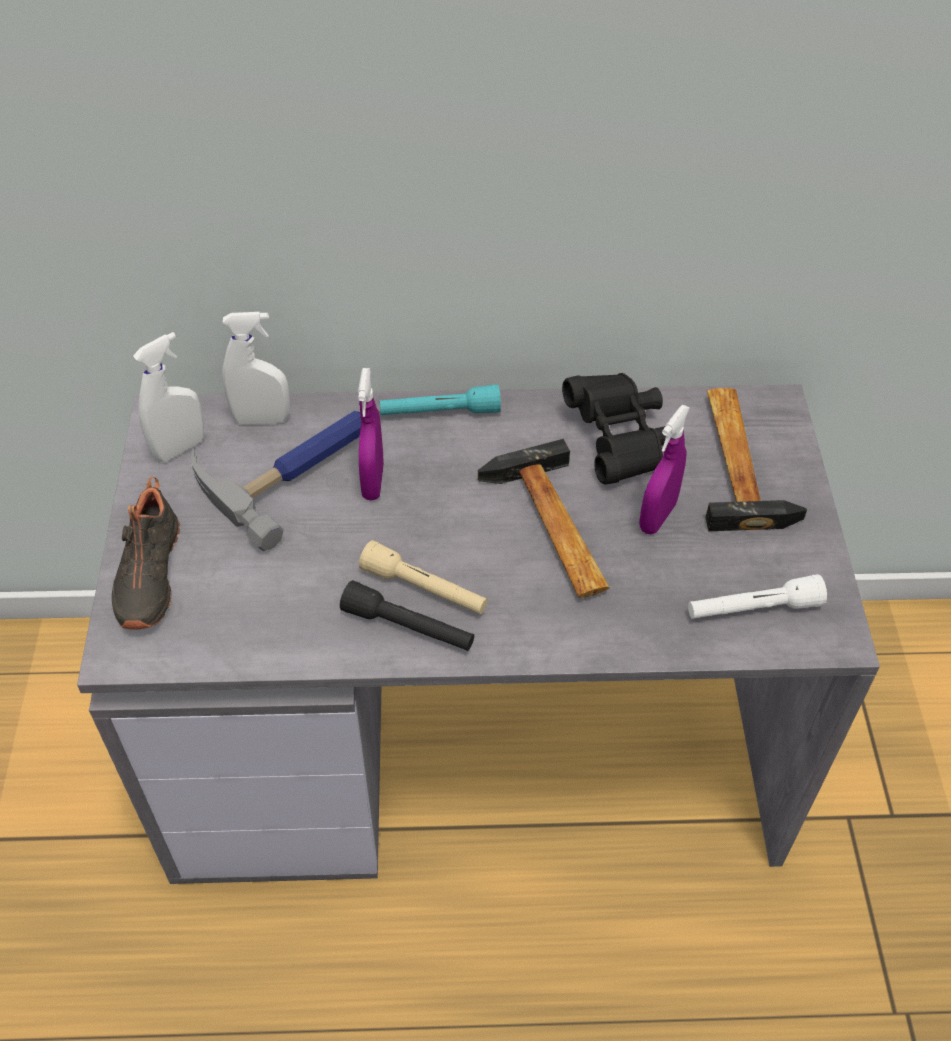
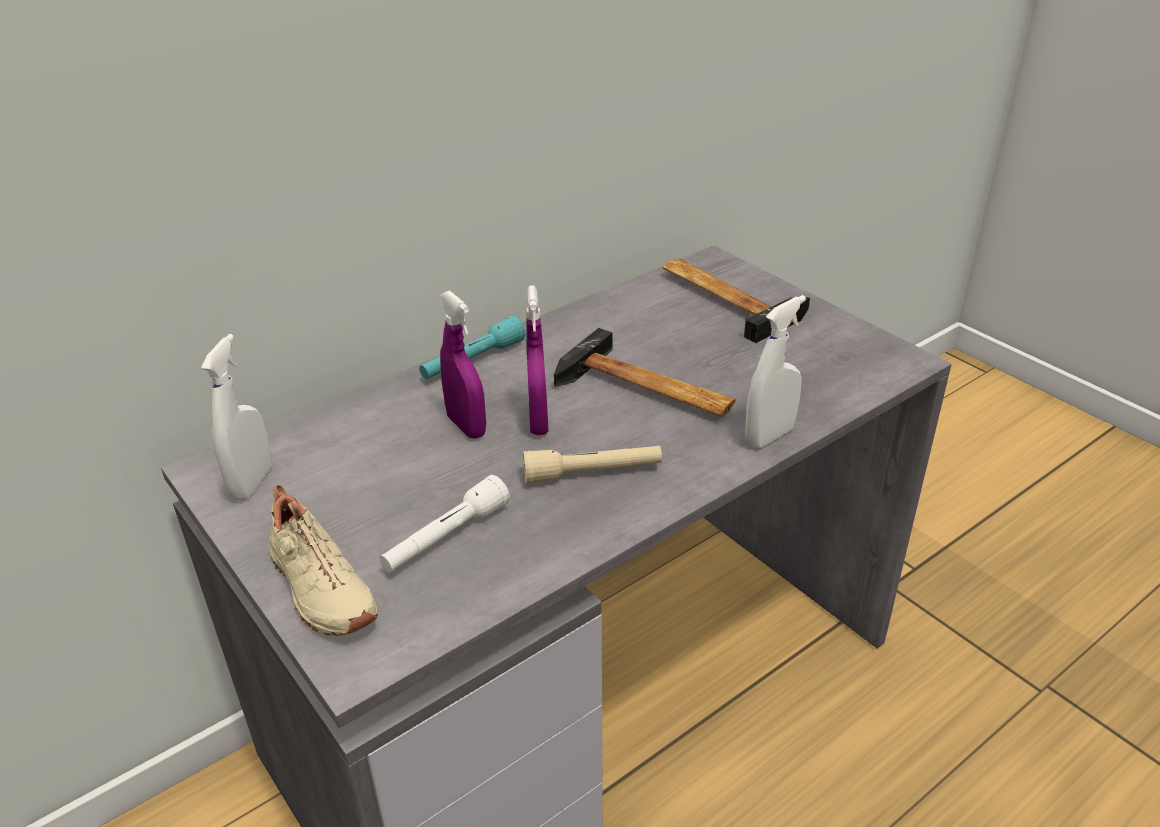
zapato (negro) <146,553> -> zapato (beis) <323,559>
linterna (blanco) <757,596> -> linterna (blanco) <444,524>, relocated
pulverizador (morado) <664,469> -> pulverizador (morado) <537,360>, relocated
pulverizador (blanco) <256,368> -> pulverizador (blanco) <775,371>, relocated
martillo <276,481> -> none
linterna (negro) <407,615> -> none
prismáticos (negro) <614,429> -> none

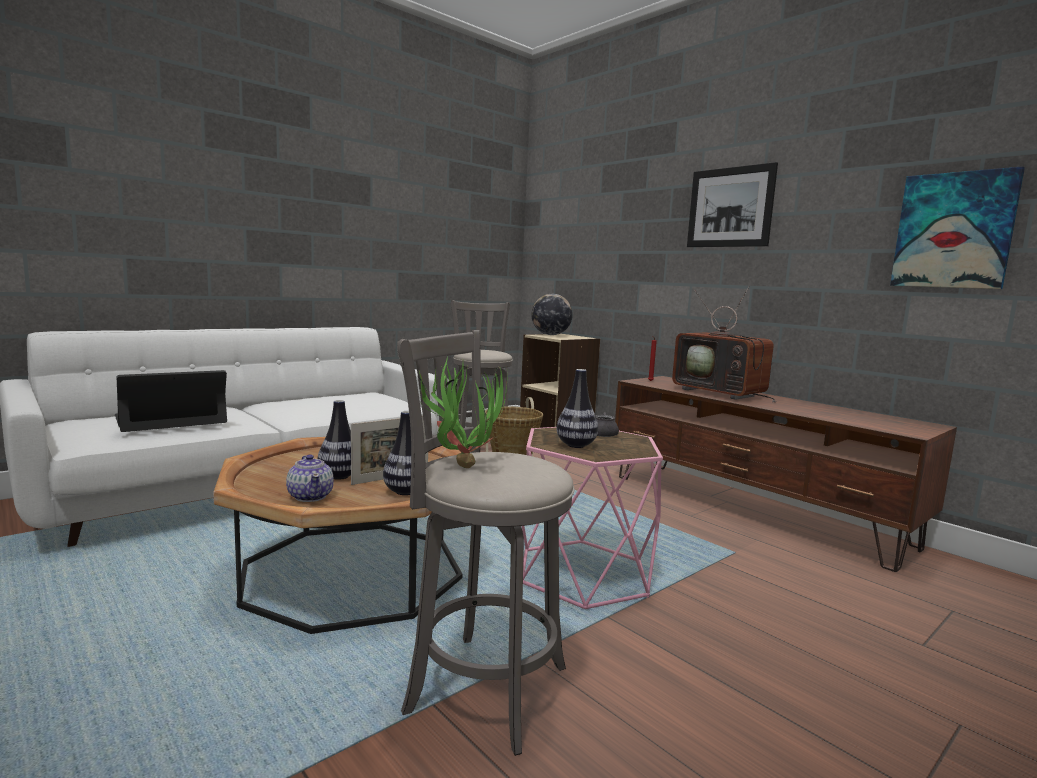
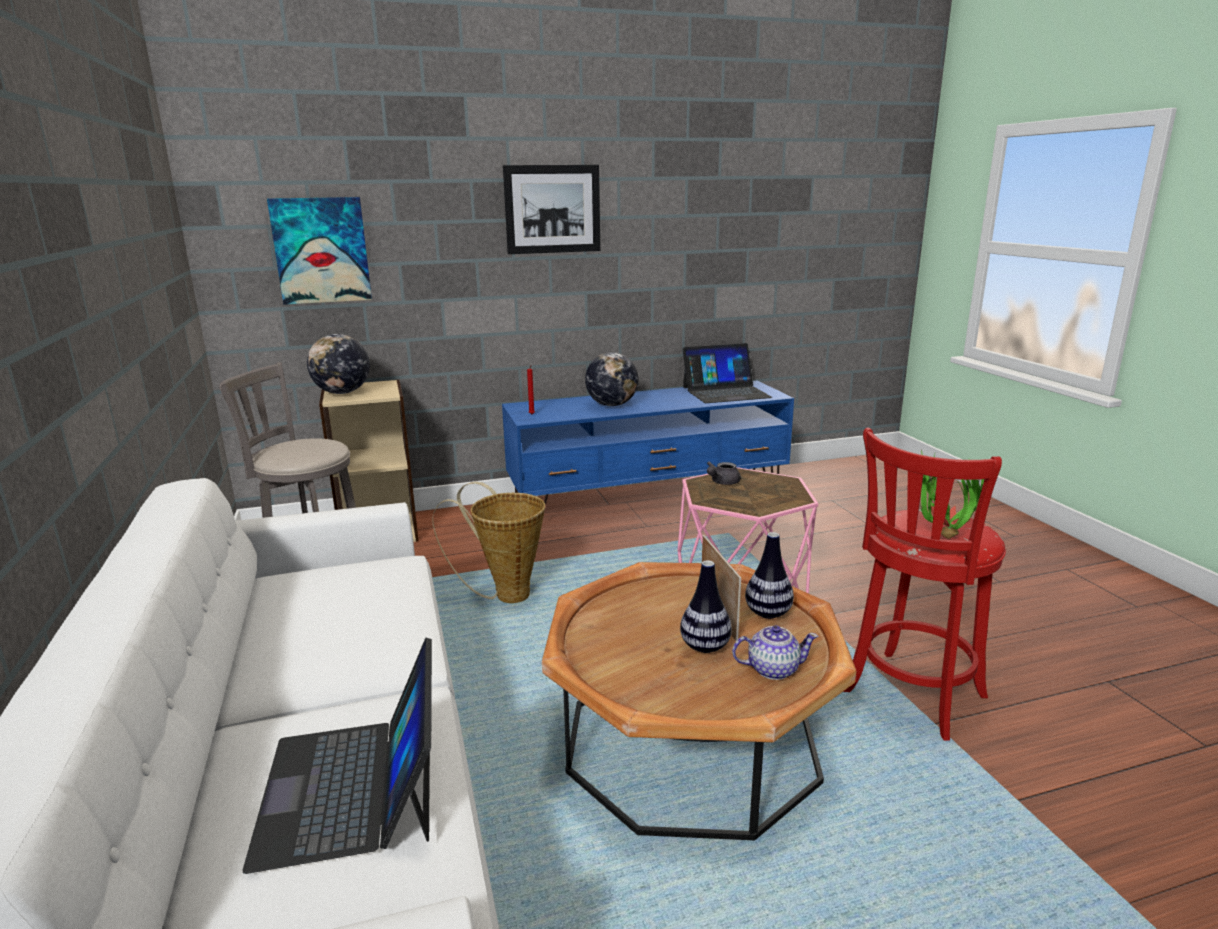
cuadro <957,227> -> cuadro <319,251>, relocated
mueble de televisión (marrón) <786,474> -> mueble de televisión (azul) <648,443>
televisor <724,344> -> globo terráqueo <612,379>
none -> portátil <727,373>
taburete (gris) <485,543> -> taburete (rojo) <924,584>
florero <577,408> -> none

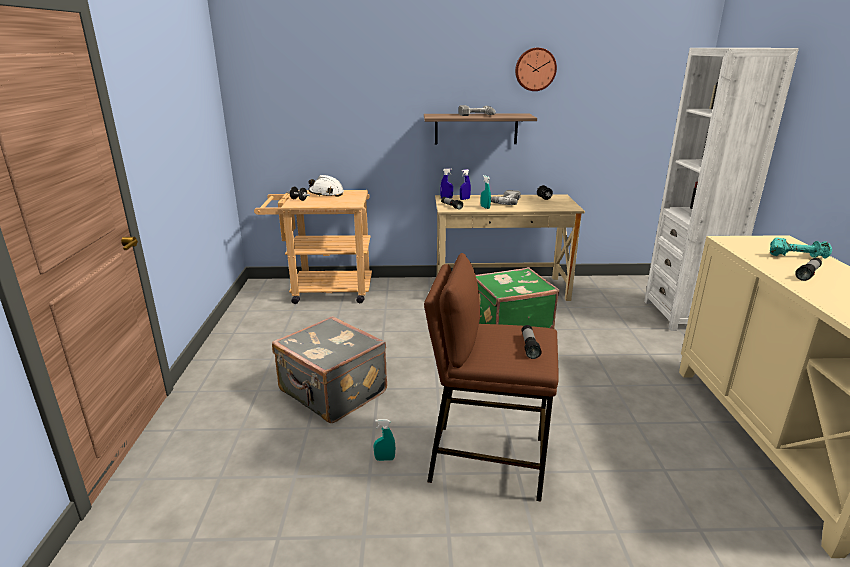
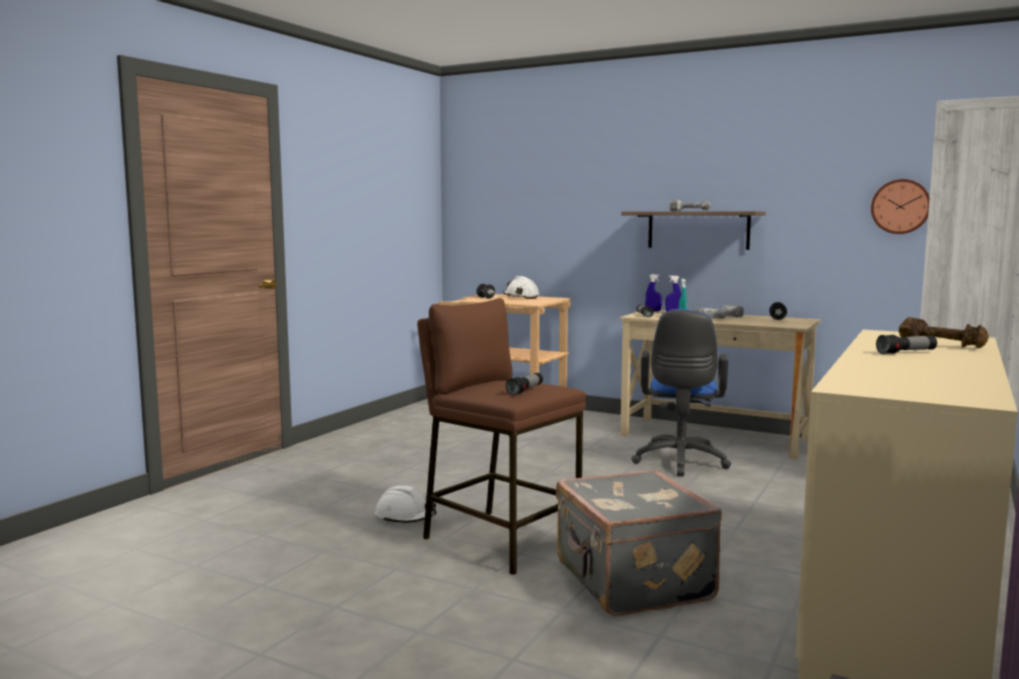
pulverizador (turquesa) <384,440> -> casco (blanco) <406,504>
maleta (gris) <329,369> -> maleta (gris) <639,543>, relocated
maleta (verde) <517,298> -> silla de oficina (azul) <681,392>
reloj de pared <536,69> -> reloj de pared <900,206>, relocated
mancuerna (turquesa) <801,248> -> mancuerna (marrón) <943,332>

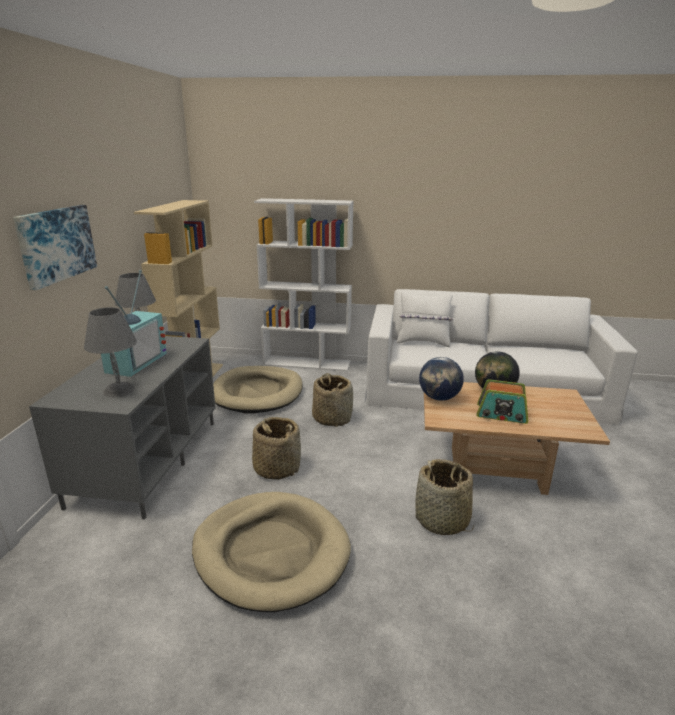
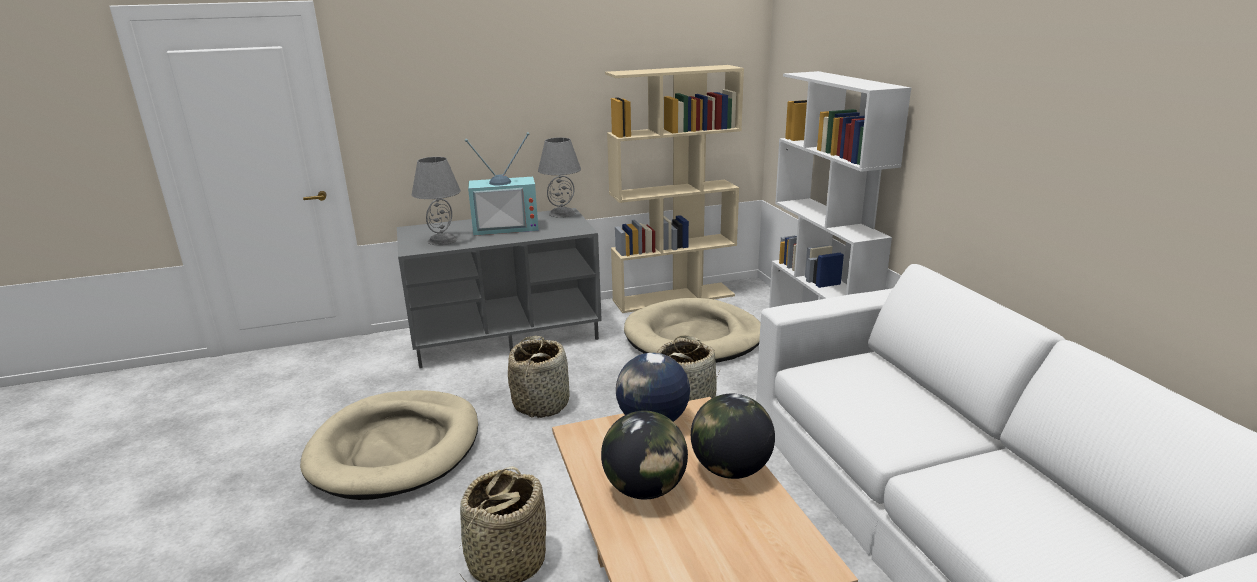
radio <502,401> -> globo terráqueo <644,455>
cuadro <55,247> -> none
cojín (blanco) <424,319> -> none

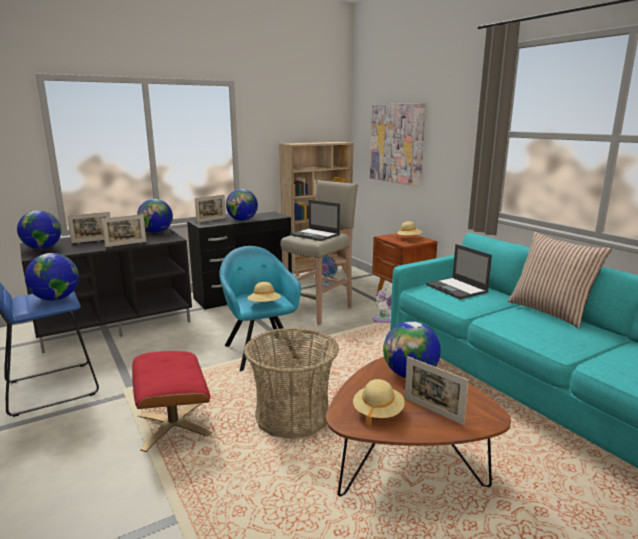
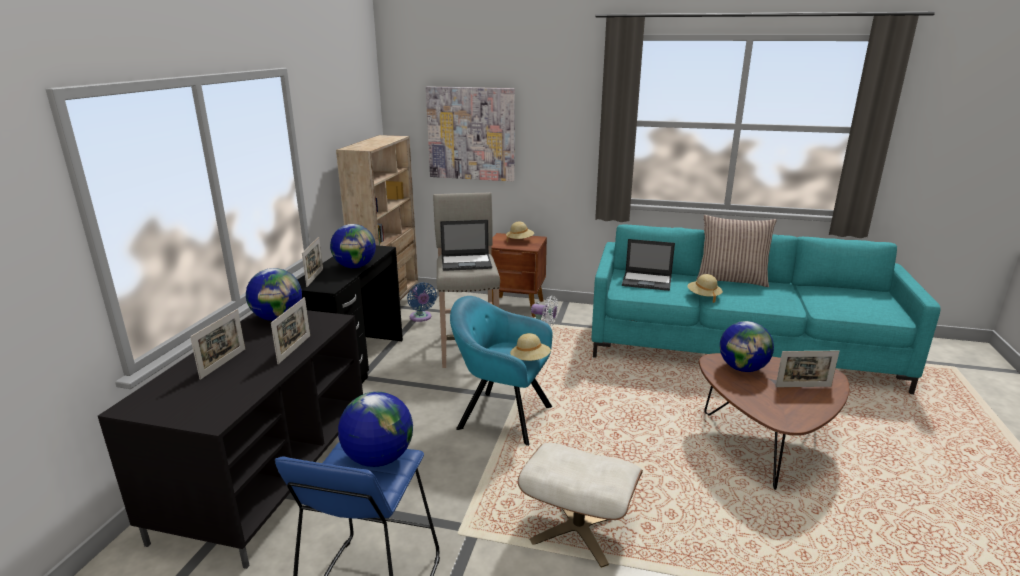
puf (rojo) <172,401> -> puf (beis) <580,505>
sombrero (beis) <379,403> -> sombrero (beis) <705,288>, relocated
globo terráqueo <39,229> -> none
cesta <291,383> -> none

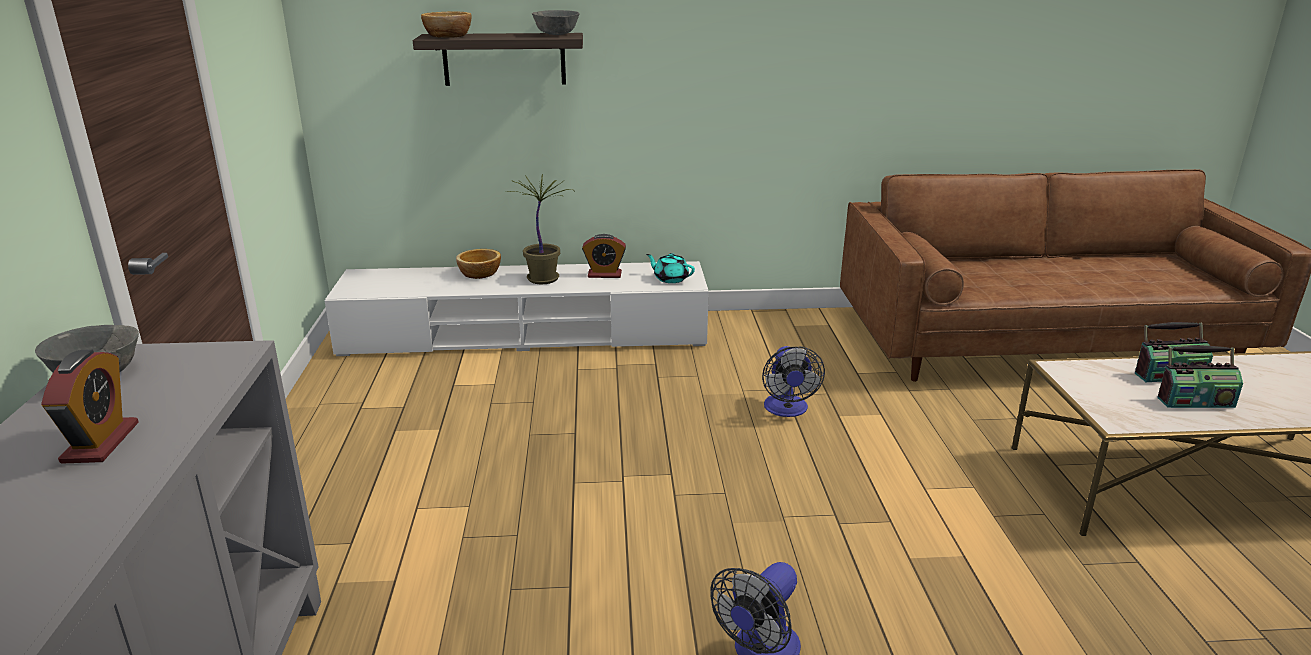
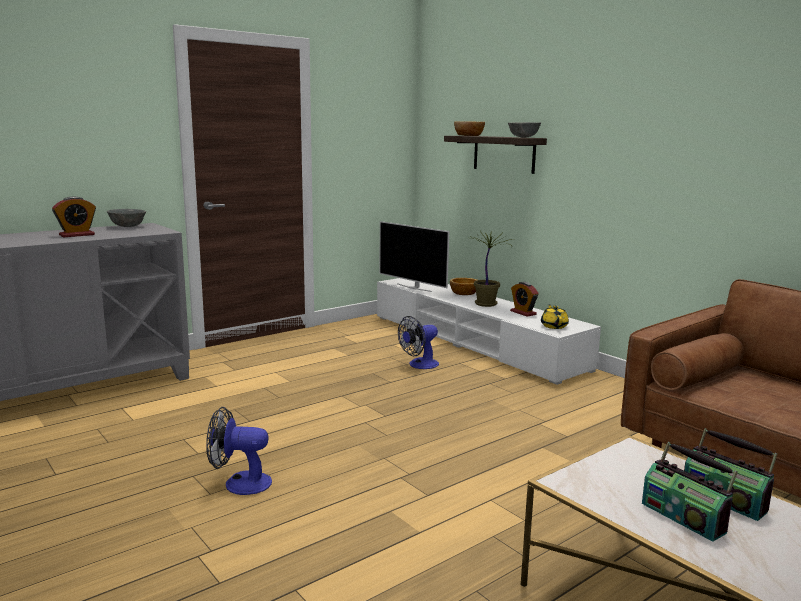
none -> televisor <414,256>
ventilador <793,381> -> ventilador <418,342>, relocated
tetera (turquesa) <670,268> -> tetera (amarillo) <555,316>

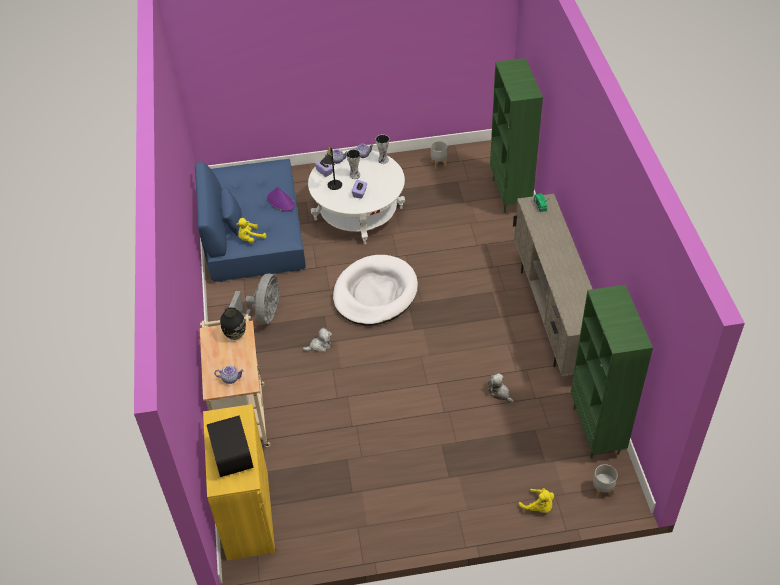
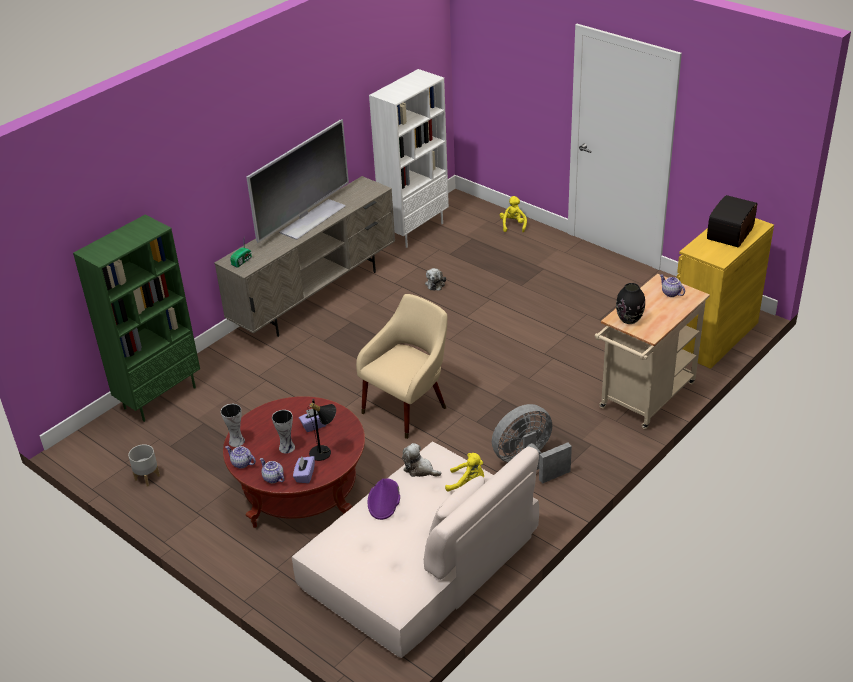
mesa de centro (blanco) <356,197> -> mesa de centro (rojo) <294,462>
none -> televisor <297,181>
sofá (azul) <250,220> -> sofá (beis) <415,549>
cama para perro (blanco) <375,290> -> sillón (beis) <402,366>
estantería (verde) <612,371> -> estantería (blanco) <409,158>
peluche <317,340> -> peluche <421,460>, relocated
maceta (gris) <605,481> -> none

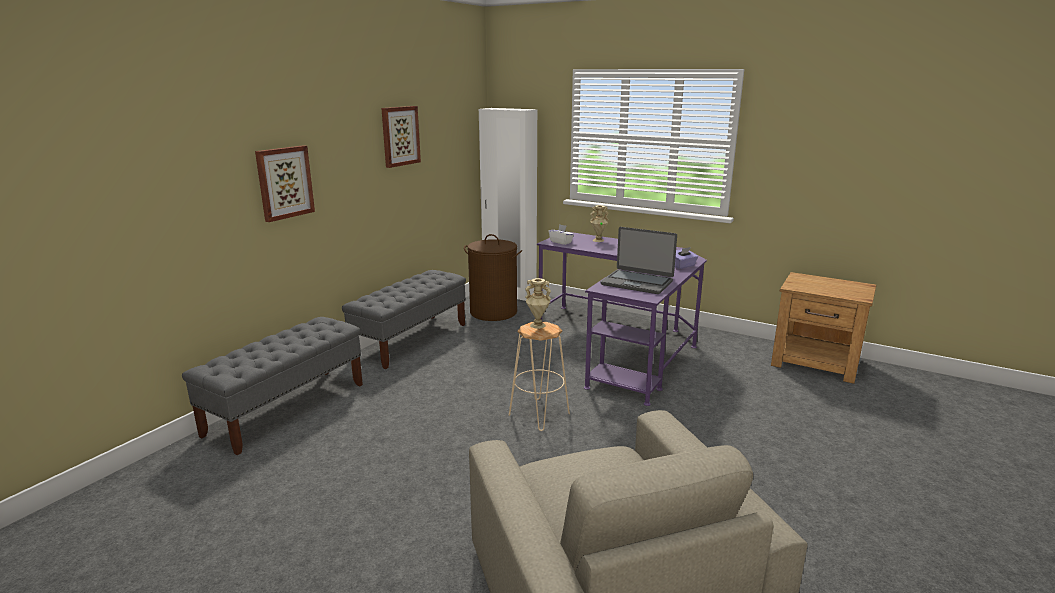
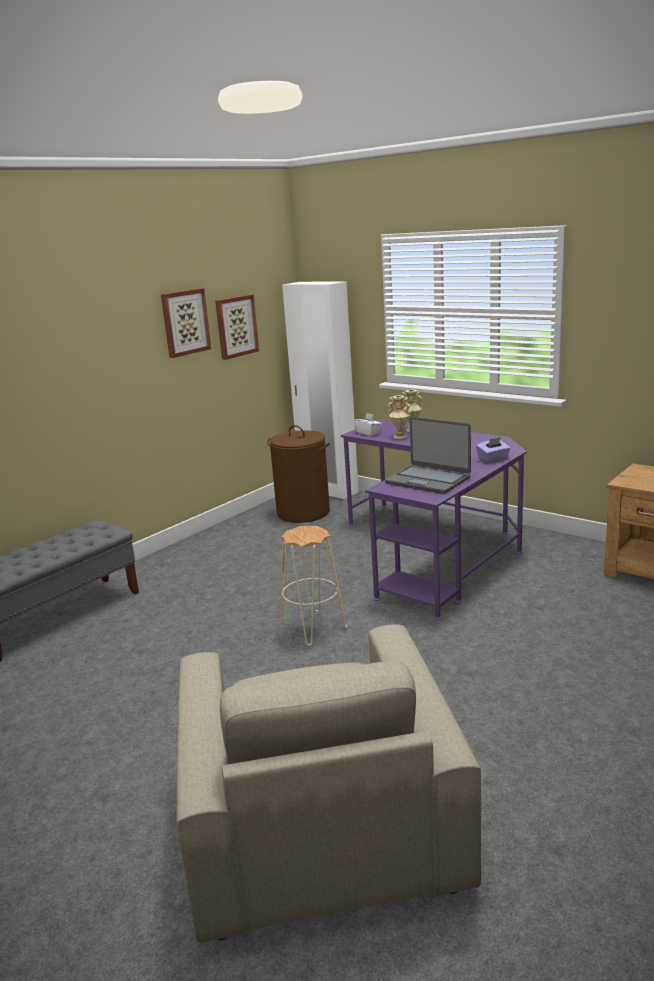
cuadro <285,183> -> cuadro <237,327>, relocated
florero (beis) <538,303> -> florero (beis) <399,417>, relocated
banco (gris) <404,319> -> none

